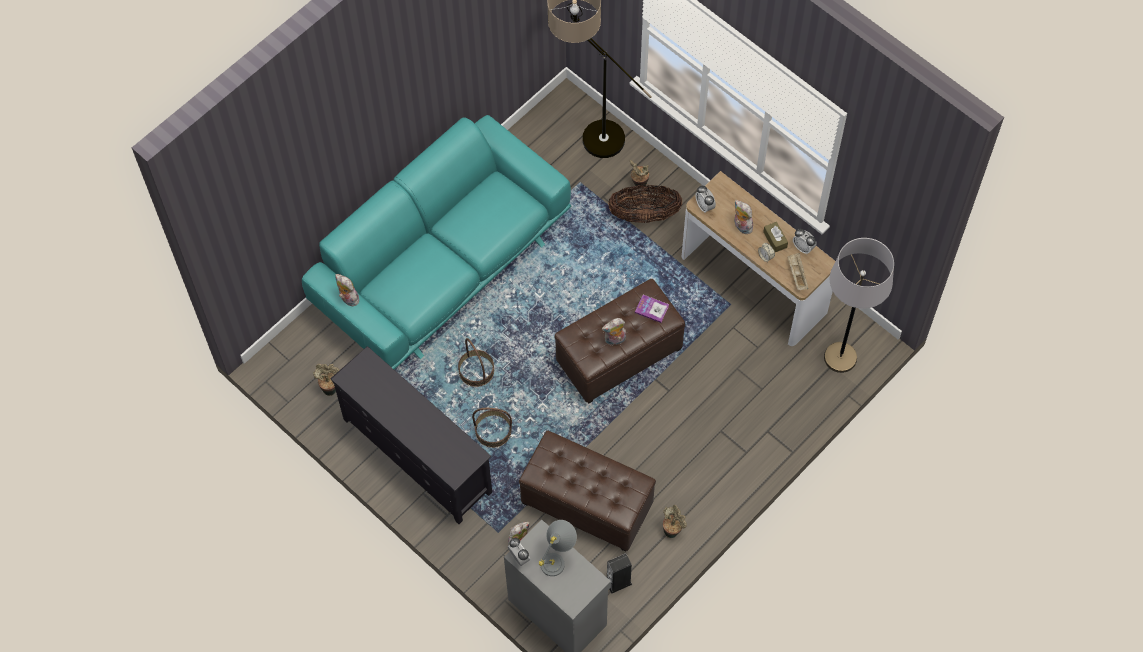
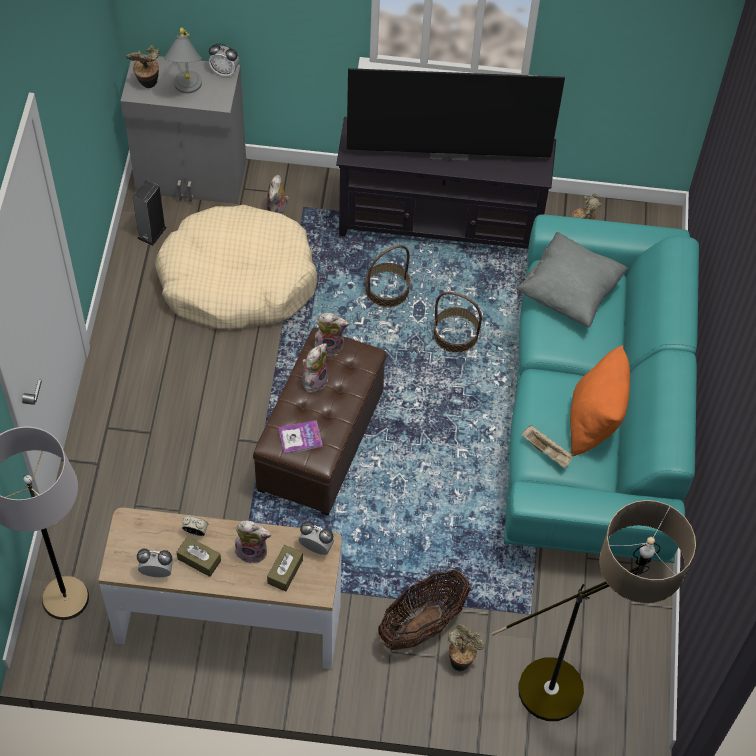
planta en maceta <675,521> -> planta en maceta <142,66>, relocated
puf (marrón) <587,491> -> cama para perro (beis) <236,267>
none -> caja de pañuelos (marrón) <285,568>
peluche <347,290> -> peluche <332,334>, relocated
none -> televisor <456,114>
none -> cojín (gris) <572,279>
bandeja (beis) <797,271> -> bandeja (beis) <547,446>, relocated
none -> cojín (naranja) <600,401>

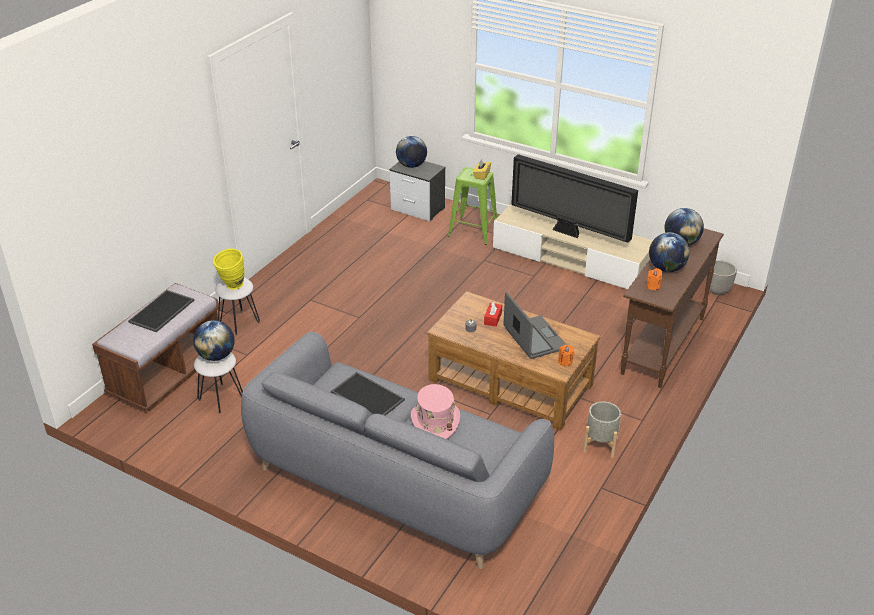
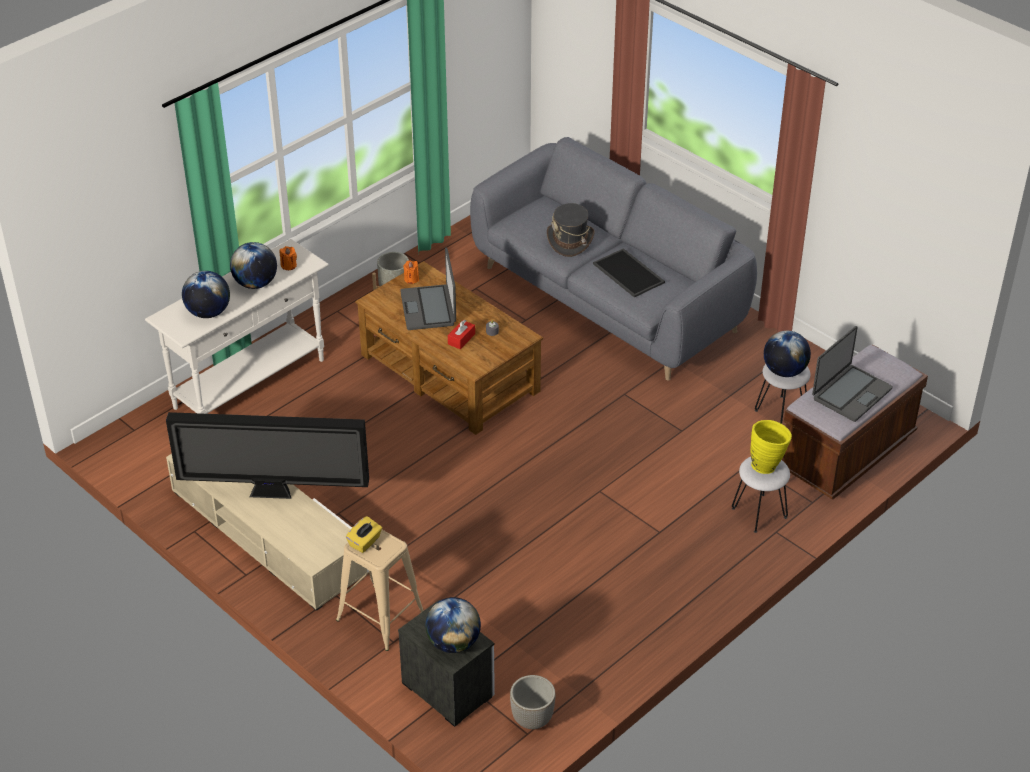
mesa consola (marrón) <672,308> -> mesa consola (blanco) <237,326>
televisor <574,198> -> televisor <267,455>, 135 degrees clockwise
taburete (verde) <472,206> -> taburete (beis) <380,590>
maceta <721,277> -> maceta <533,702>, relocated
sombrero (rosa) <435,411> -> sombrero (gris) <570,230>
bandeja <161,311> -> portátil <852,374>

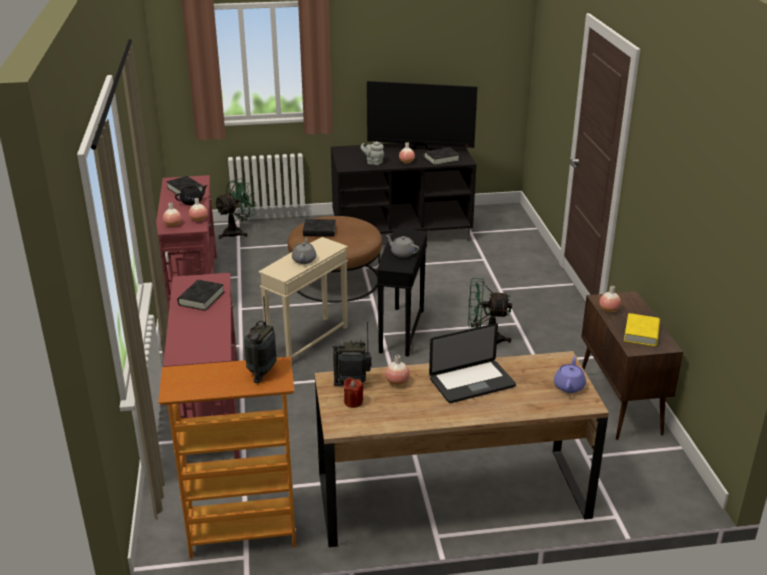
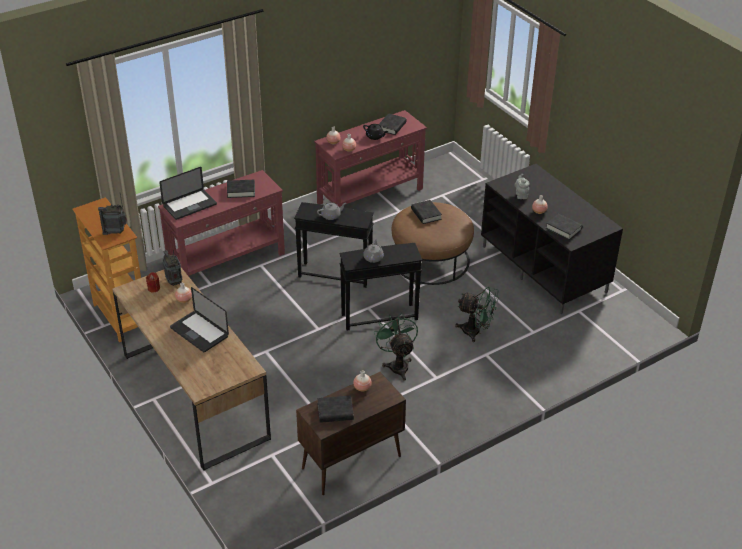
none -> portátil <188,193>
mesa auxiliar (beis) <303,300> -> mesa auxiliar (negro) <334,245>
libro (amarillo) <642,329> -> libro (negro) <335,409>
ventilador (verde) <235,209> -> ventilador (verde) <477,314>, relocated
televisor <422,115> -> none
tetera (morado) <570,374> -> none

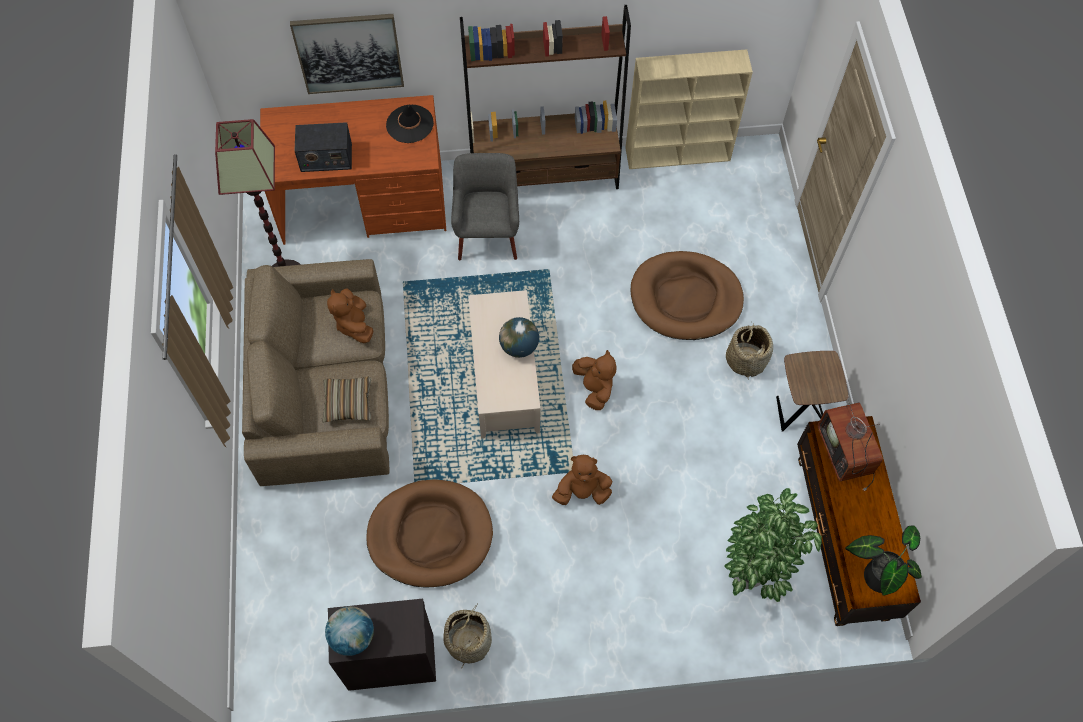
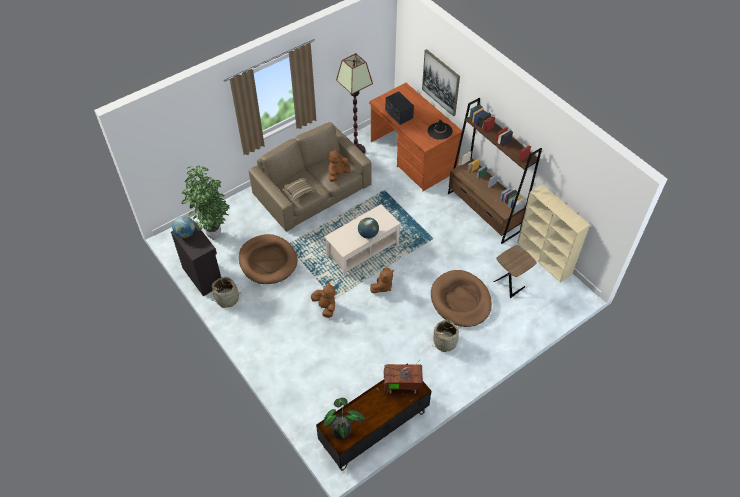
planta en maceta <773,545> -> planta en maceta <205,202>, relocated
televisor <850,443> -> televisor <400,382>, 45 degrees clockwise
mesa auxiliar (marrón) <812,391> -> mesa auxiliar (marrón) <515,271>, relocated
sillón (gris) <485,206> -> none

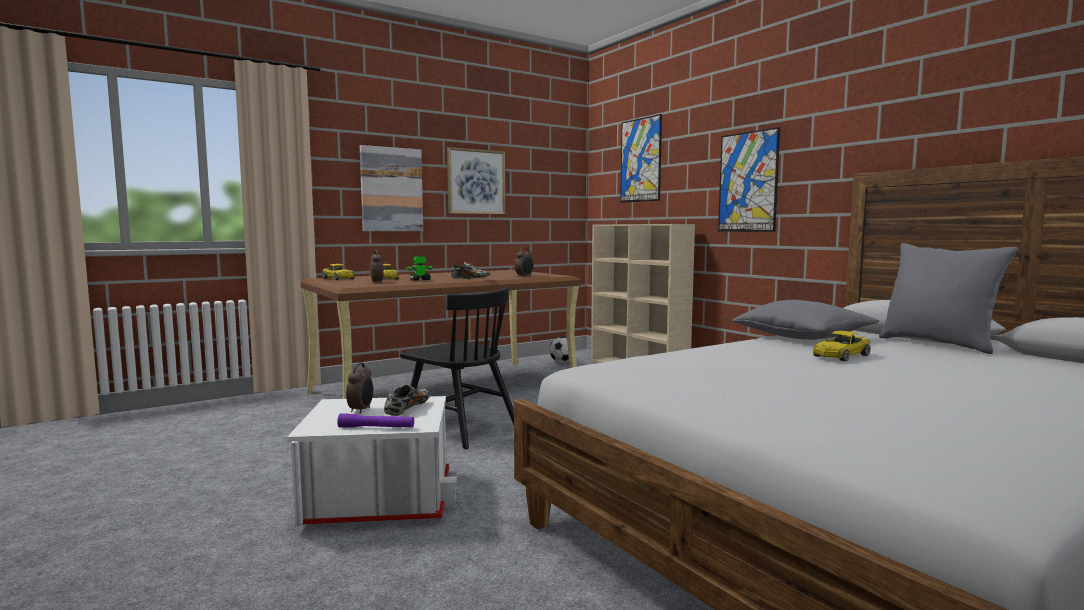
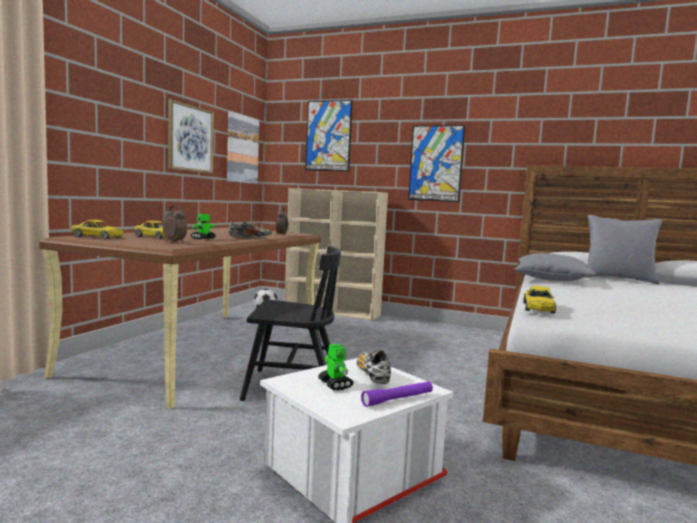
cuadro <391,188> -> cuadro <243,148>, relocated
despertador <359,388> -> robot de juguete <336,367>
coche de juguete (amarillo) <842,346> -> coche de juguete (amarillo) <539,300>, relocated

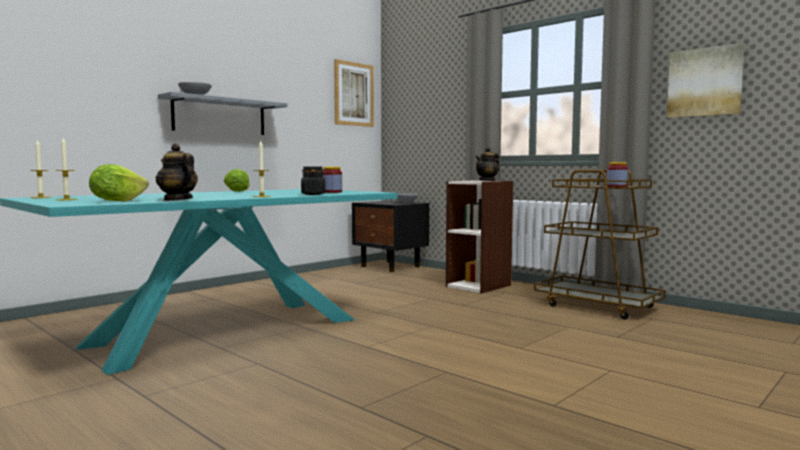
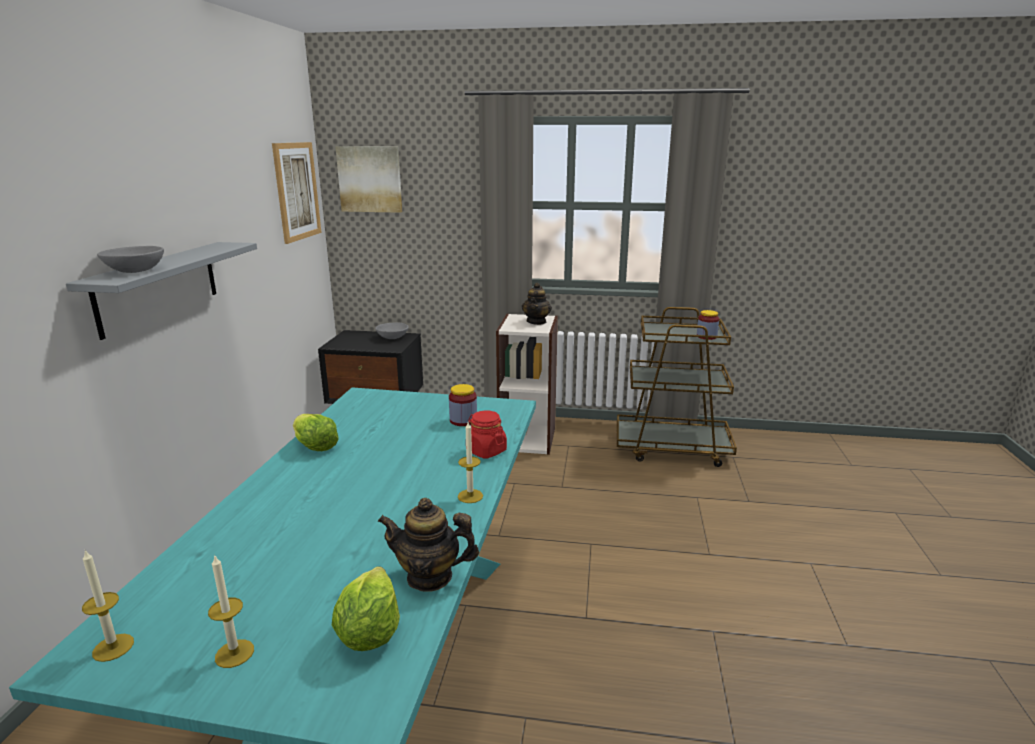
cuadro <705,80> -> cuadro <368,179>, relocated
tarro (negro) <313,181> -> tarro (rojo) <487,434>

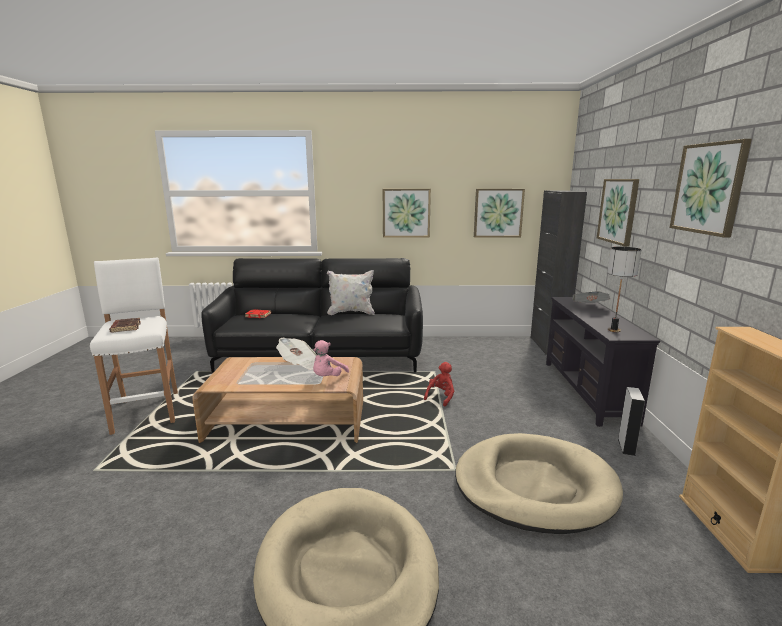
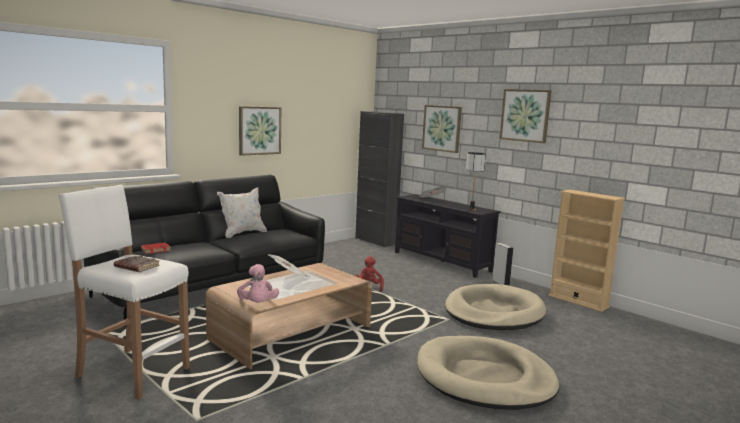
peluche (rosa) <331,358> -> peluche (rosa) <258,283>, relocated
cuadro <499,213> -> none

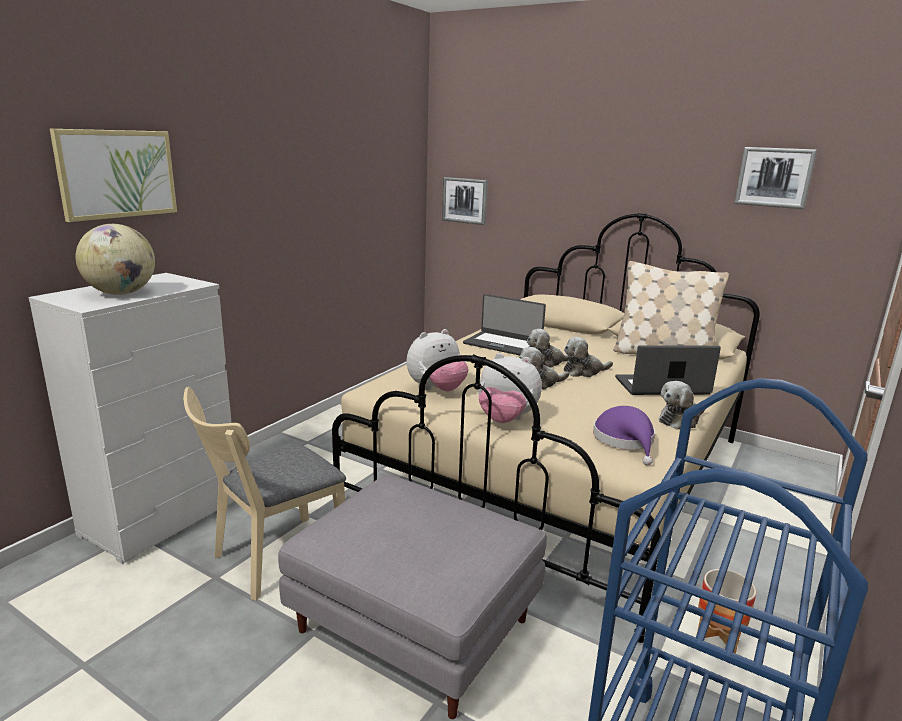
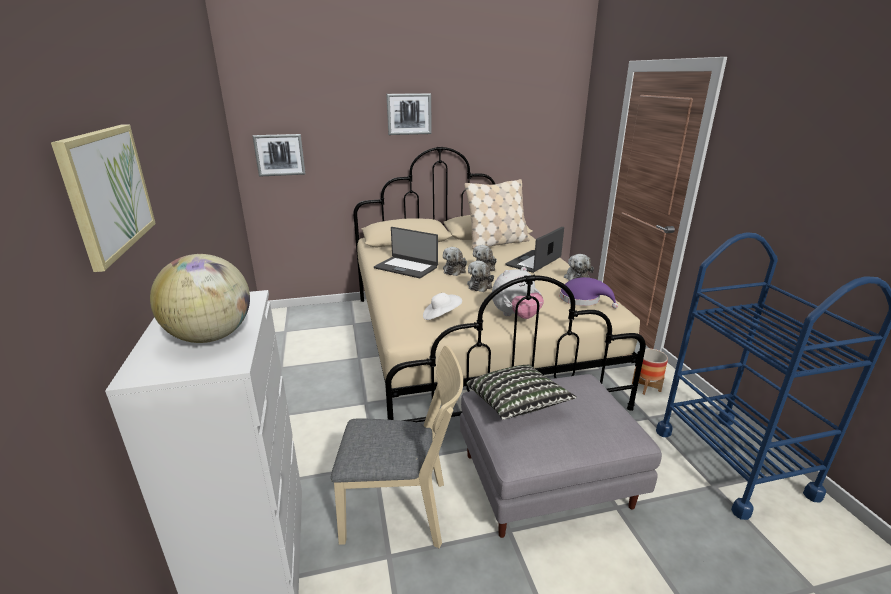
silla (beis) <264,494> -> silla (beis) <397,447>, 90 degrees counterclockwise
portátil <504,324> -> portátil <406,252>, 45 degrees clockwise
cuadro <775,178> -> cuadro <409,114>, relocated
peluche <438,360> -> sombrero (blanco) <442,306>
none -> cojín <521,392>

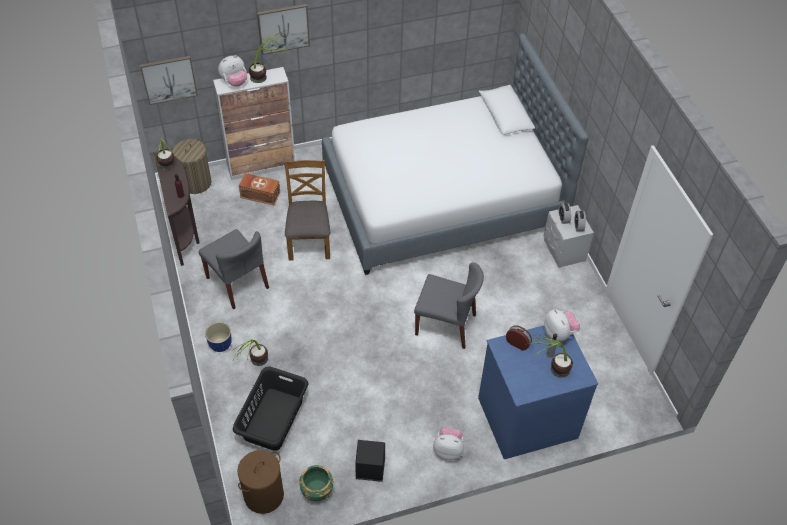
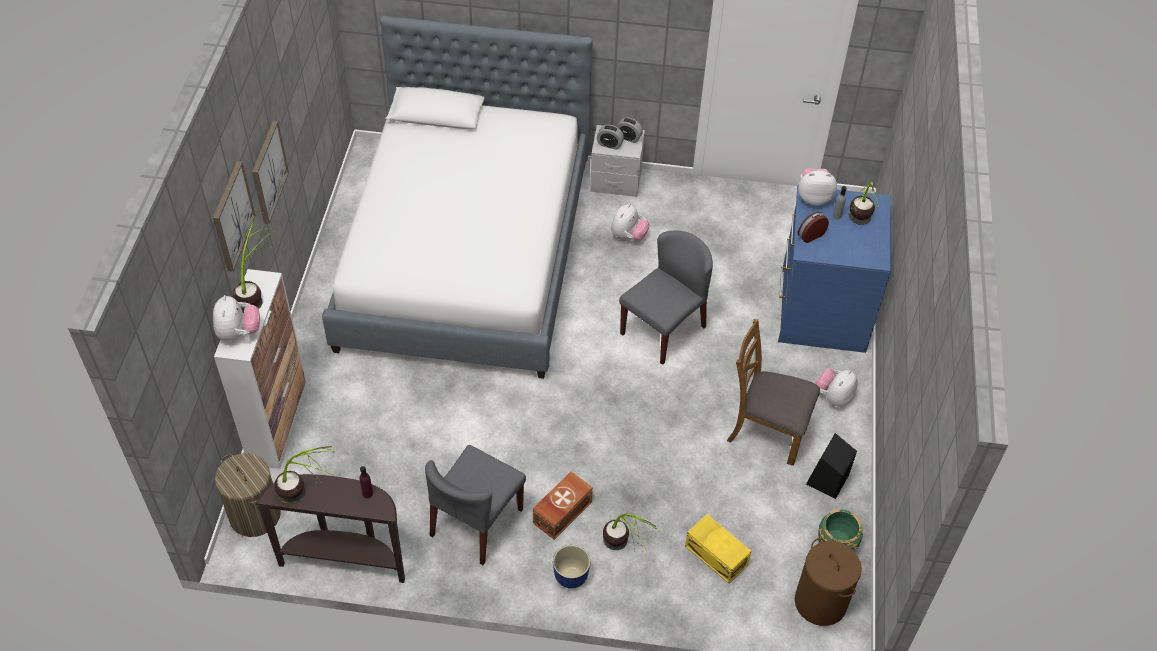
cuadro <169,80> -> cuadro <270,172>, relocated
silla (gris) <234,269> -> silla (gris) <475,505>, 135 degrees clockwise
caja de almacenaje (marrón) <259,189> -> caja de almacenaje (marrón) <563,506>, relocated
none -> peluche <630,222>
cesto de la ropa (negro) <270,409> -> caja de almacenaje (amarillo) <718,549>
silla (marrón) <307,210> -> silla (marrón) <773,392>, relocated

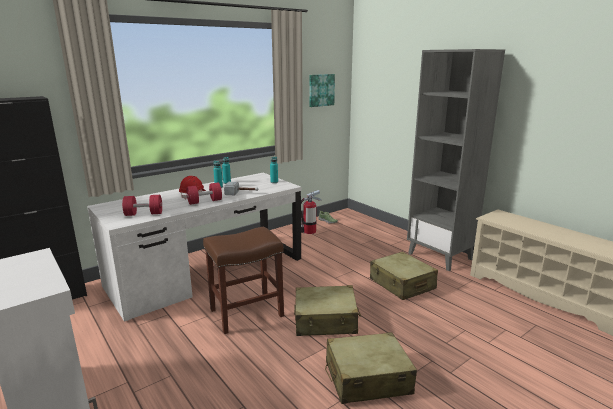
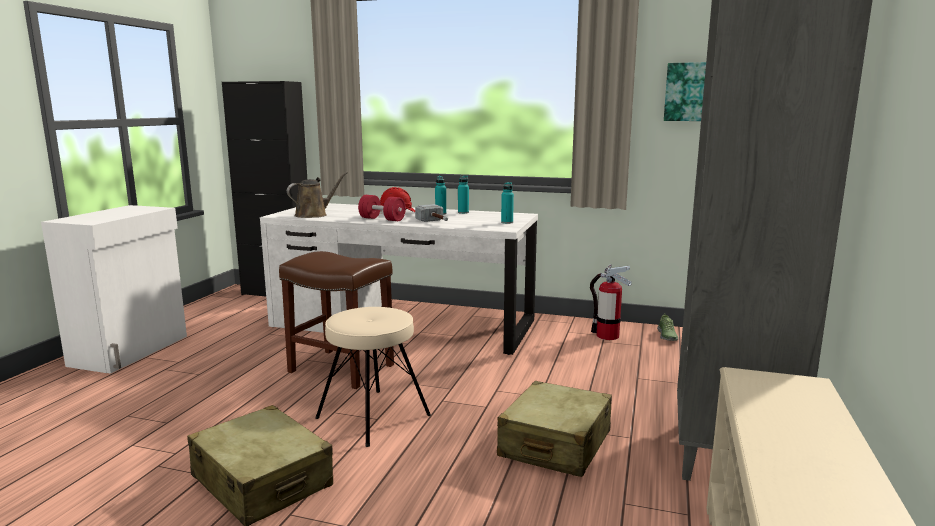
mancuerna (rojo) <142,205> -> regadera (marrón) <317,195>
maleta (beis) <327,310> -> taburete (beis) <373,377>

